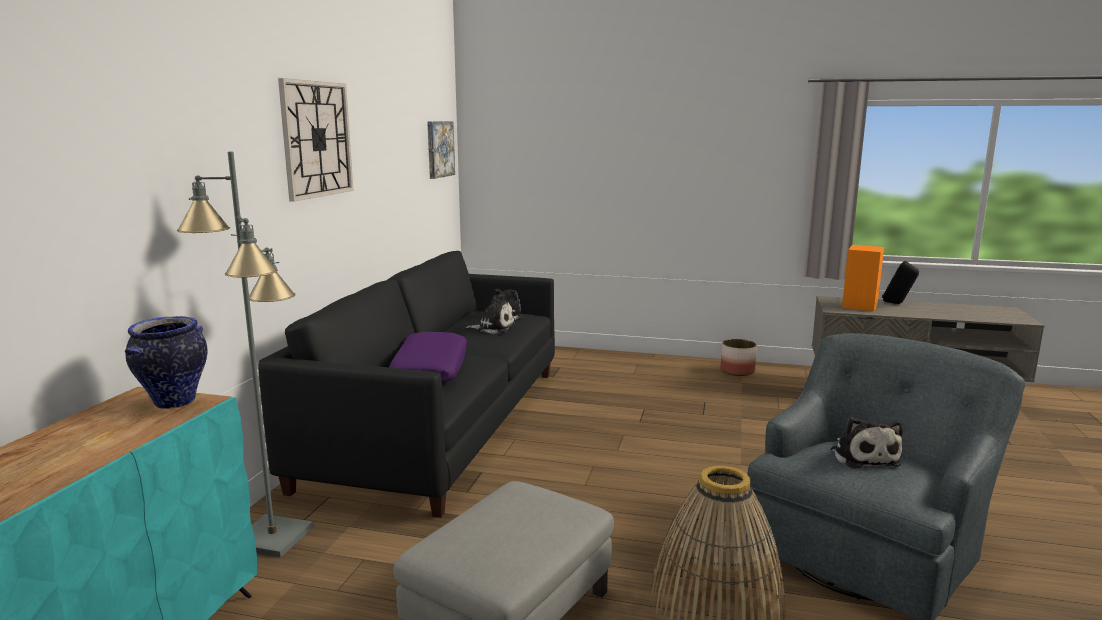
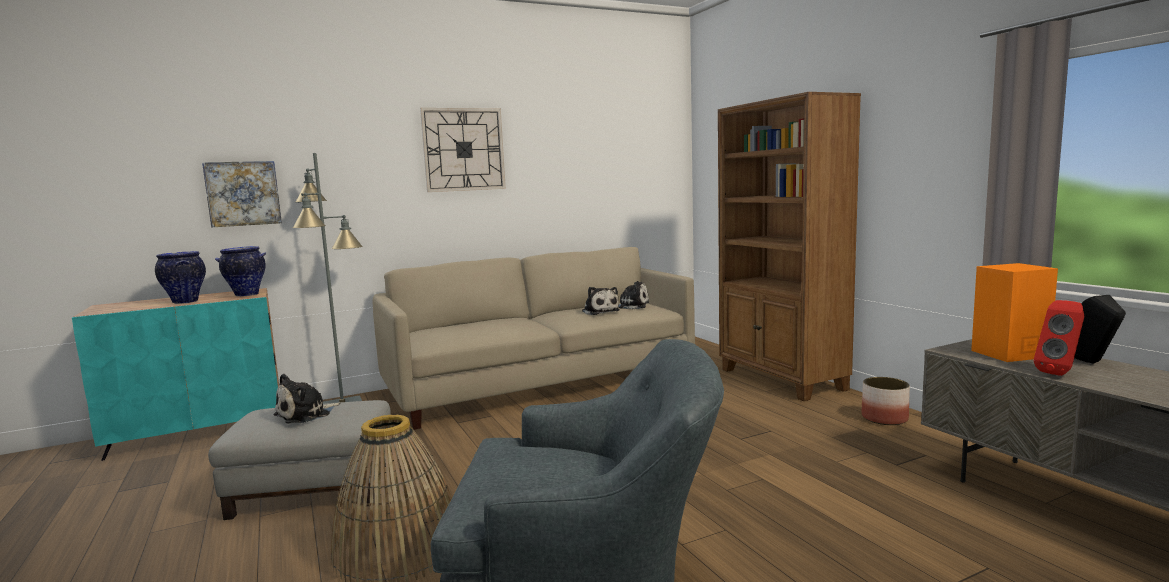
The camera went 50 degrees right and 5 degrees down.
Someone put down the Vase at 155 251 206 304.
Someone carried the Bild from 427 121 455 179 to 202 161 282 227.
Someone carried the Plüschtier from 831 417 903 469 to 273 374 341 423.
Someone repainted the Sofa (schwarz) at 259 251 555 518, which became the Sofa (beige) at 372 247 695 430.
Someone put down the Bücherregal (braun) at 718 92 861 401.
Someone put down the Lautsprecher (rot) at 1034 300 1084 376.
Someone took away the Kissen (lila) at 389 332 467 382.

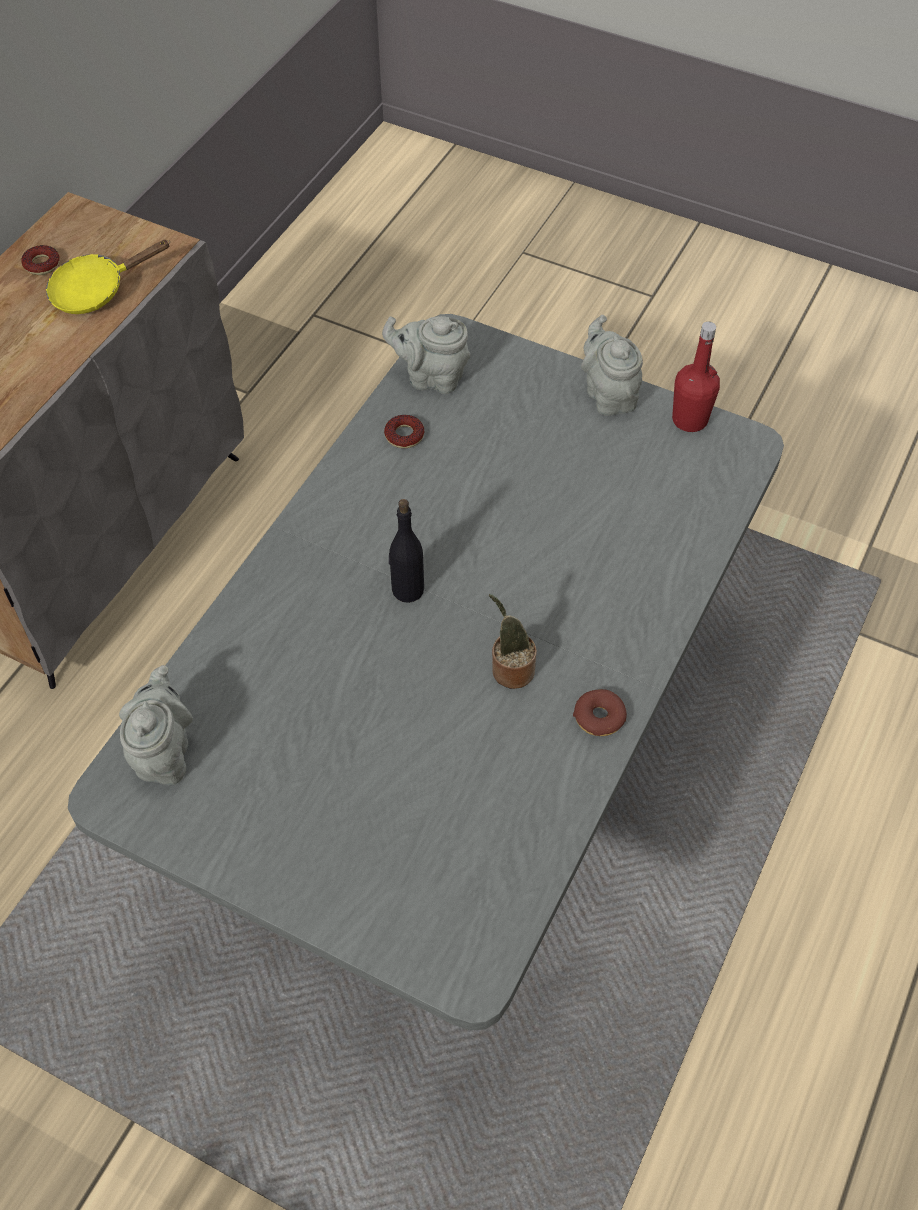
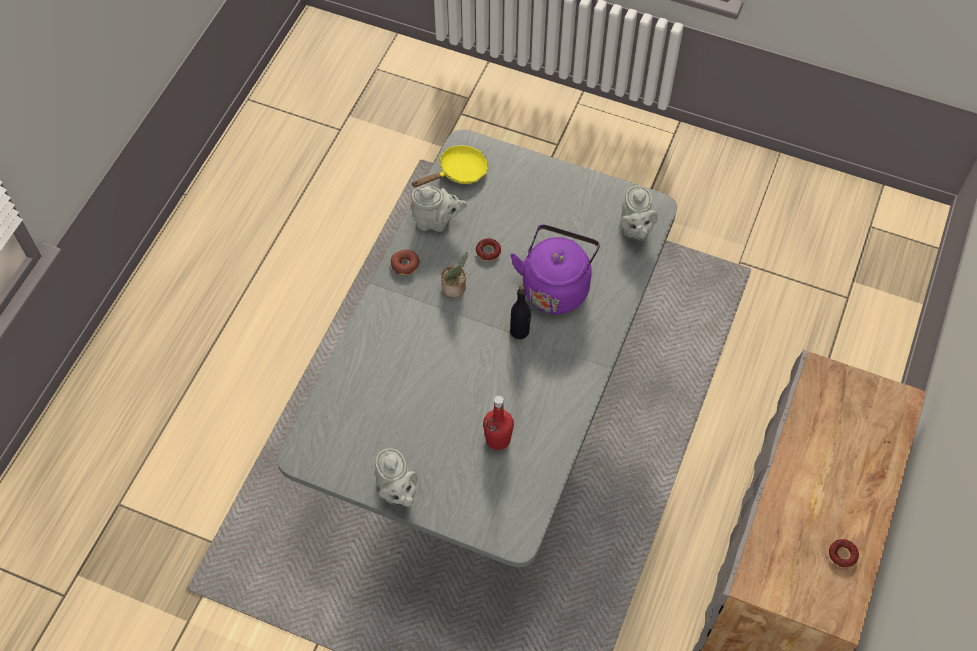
The camera went 175 degrees right and 5 degrees up.
Someone carried the Pfanne (gelb) from 46 240 170 314 to 411 145 488 187.
Someone carried the Teekanne (grau) from 382 316 471 394 to 411 185 467 232.
Someone carried the Donut from 384 415 424 448 to 476 238 501 261.
Someone carried the Flasche (rot) from 672 322 720 432 to 483 396 514 450.
Someone put down the Wasserkessel (lila) at 510 225 600 314.

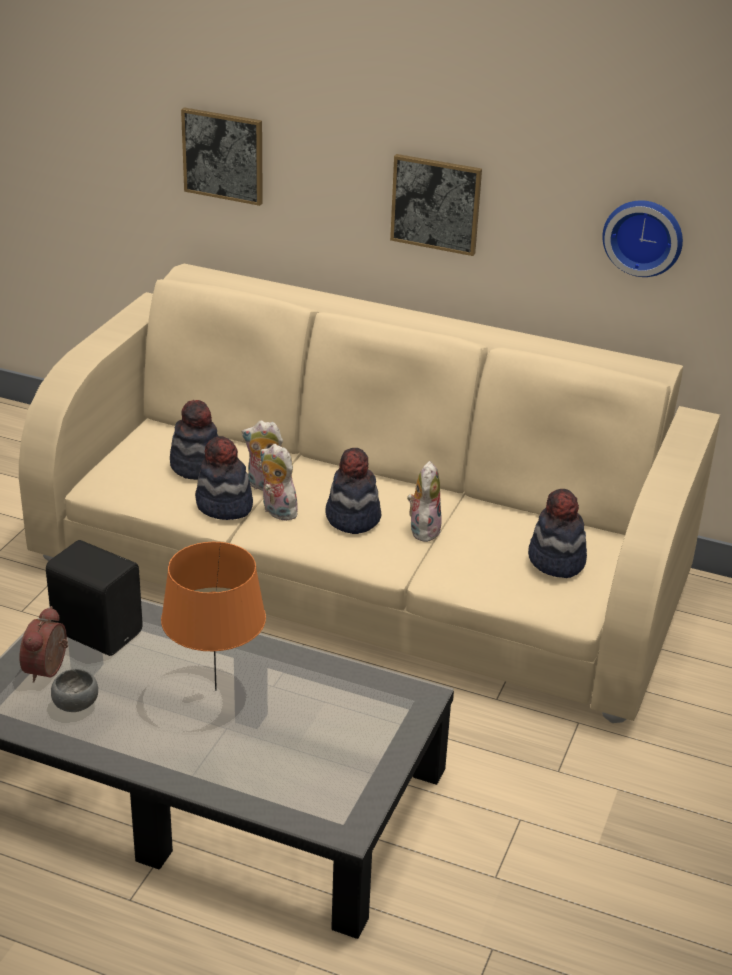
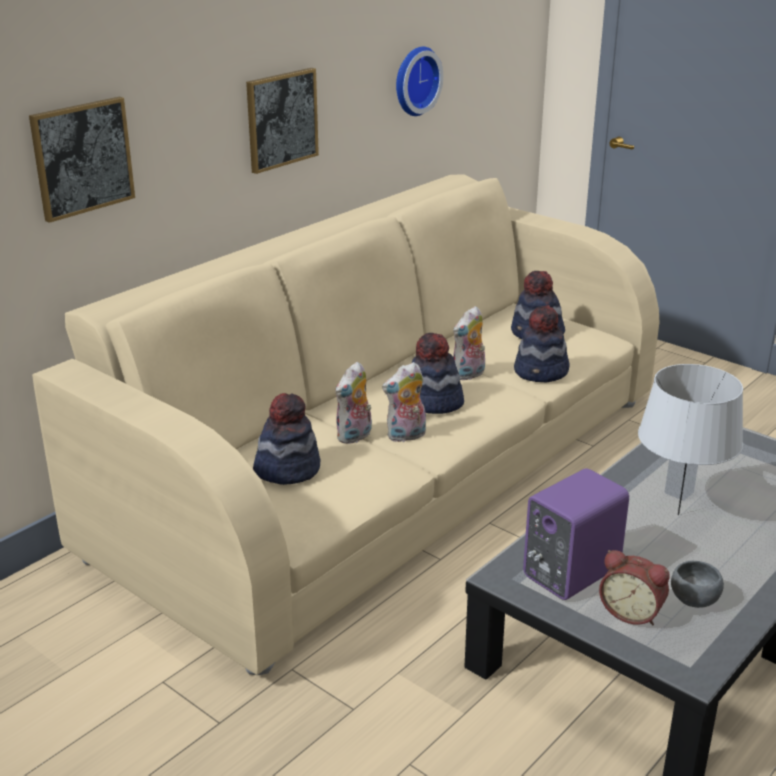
The camera went 70 degrees left and 5 degrees down.
Someone rotated the Plüschtier at 407 461 442 542 by 75 degrees counterclockwise.
Someone carried the Hut from 195 436 253 520 to 514 305 570 382.
Someone repainted the Lautsprecher (schwarz) at 46 540 143 656, which became the Lautsprecher (lila) at 523 468 629 600.
Someone repainted the Tischlampe (orange) at 161 542 266 691, which became the Tischlampe (grau) at 638 364 743 515.

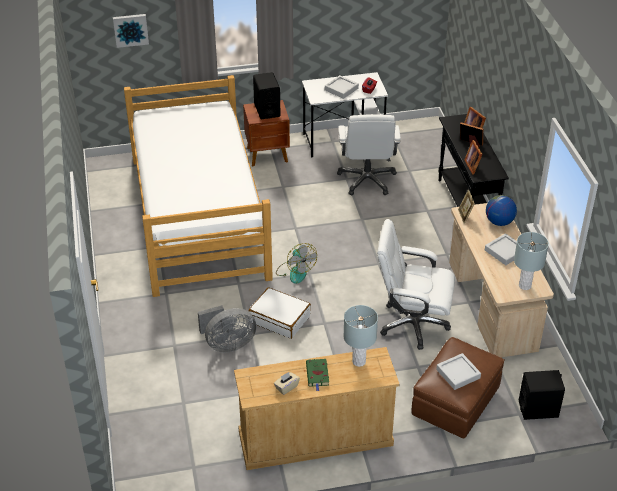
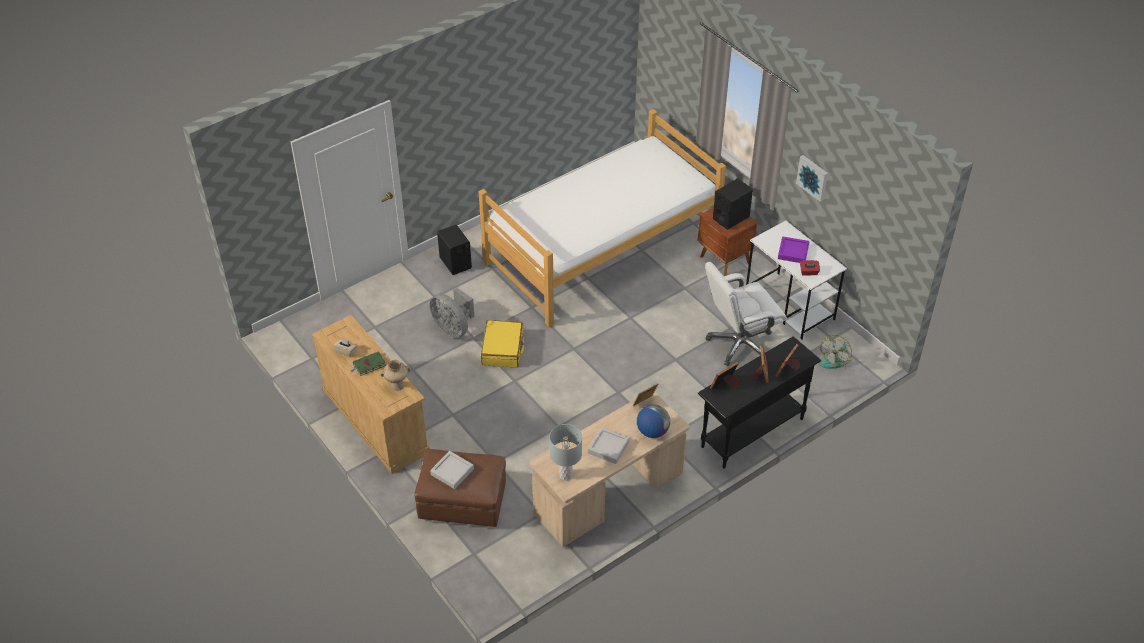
The camera went 65 degrees right and 5 degrees up.
Someone swapped the Tischlampe (grau) at 343 305 378 367 for the Vase (beige) at 381 360 410 391.
Someone carried the Lautsprecher (schwarz) from 519 370 565 420 to 437 225 472 275.
Someone repainted the Koffer (weiß) at 249 287 311 339, which became the Koffer (gelb) at 481 320 524 368.
Someone repainted the Tablett (grau) at 325 75 359 99, which became the Tablett (lila) at 778 237 809 263.
Someone carried the Bild from 113 14 149 48 to 796 155 828 202.
Someone carried the Ventilator from 276 243 317 284 to 819 335 852 369.
Someone took away the Bürostuhl (weiß) at 377 219 455 350.

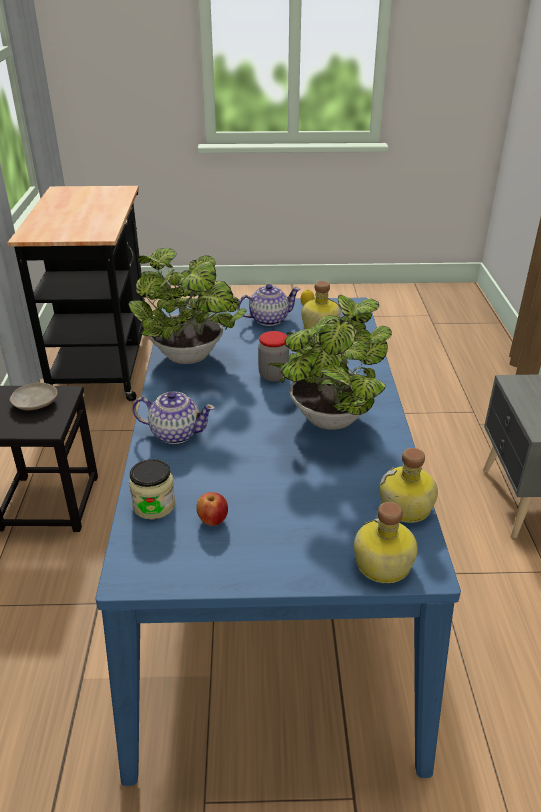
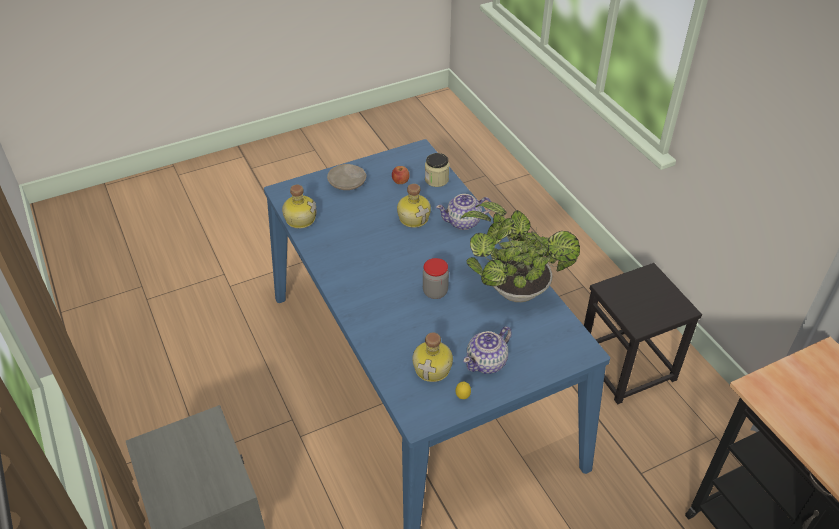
The camera went 155 degrees right and 10 degrees up.
Someone carried the Teller (beige) from 10 383 58 411 to 327 164 366 190.
Someone carried the Flasche from 354 502 418 583 to 397 184 431 228.
Someone took away the Topfpflanze at 268 295 392 430.

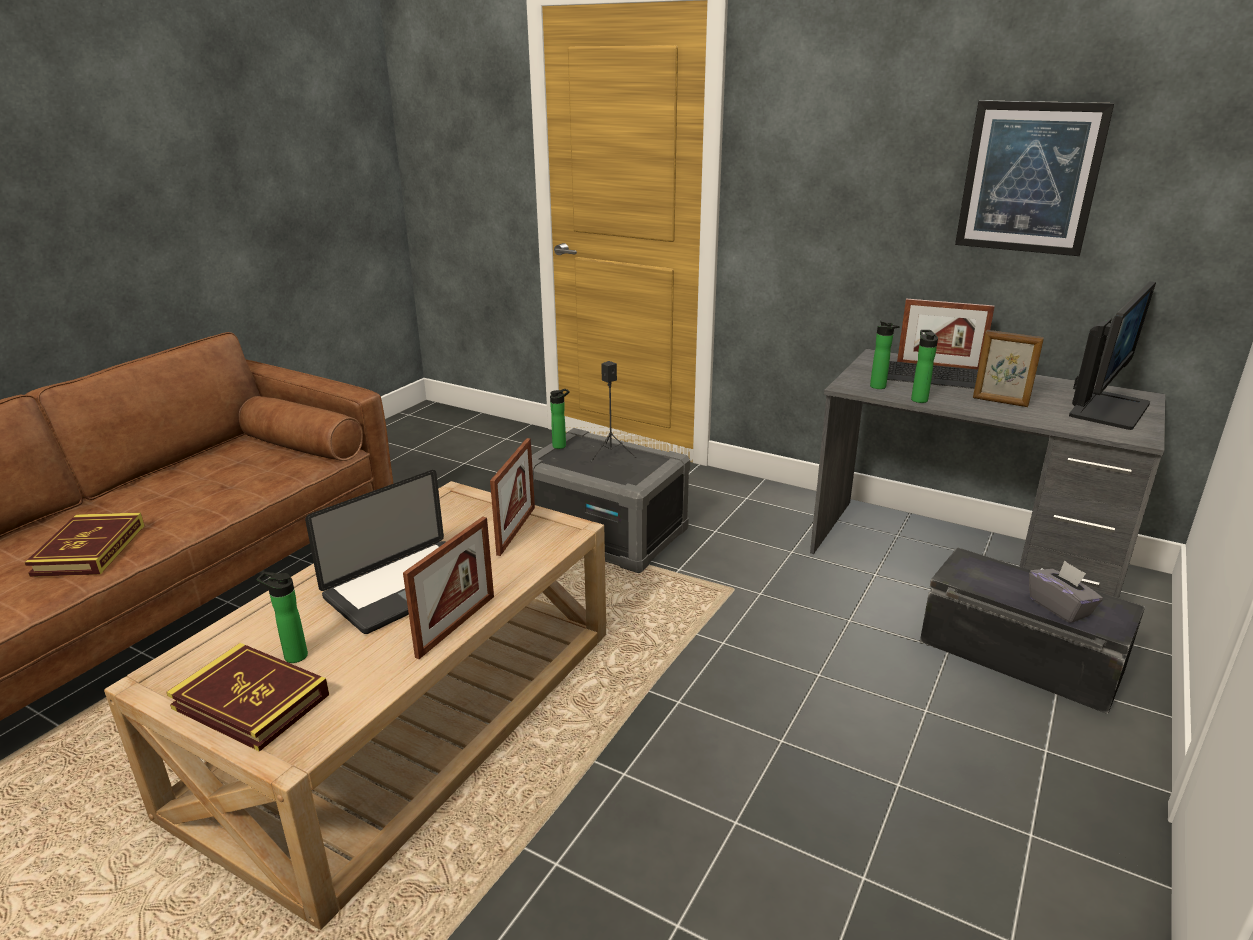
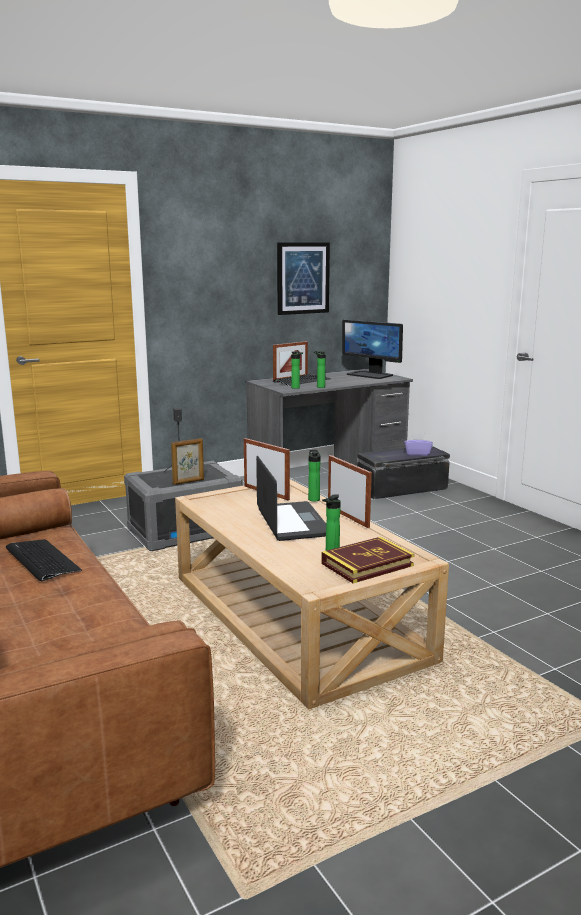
The camera went 60 degrees left and 10 degrees down.
Someone put down the Tastatur at 6 539 82 581.
Someone carried the Bilderrahmen from 973 330 1044 407 to 171 438 204 485.
Someone carried the Flasche from 550 389 570 449 to 308 450 320 502.
Someone rotated the Monitor at 1069 281 1156 430 by 150 degrees clockwise.
Someone repainted the Taschentuchbox (grau) at 1029 561 1103 623, which became the Taschentuchbox (lila) at 404 433 433 456.
Someone took away the Buch at 24 512 145 577.

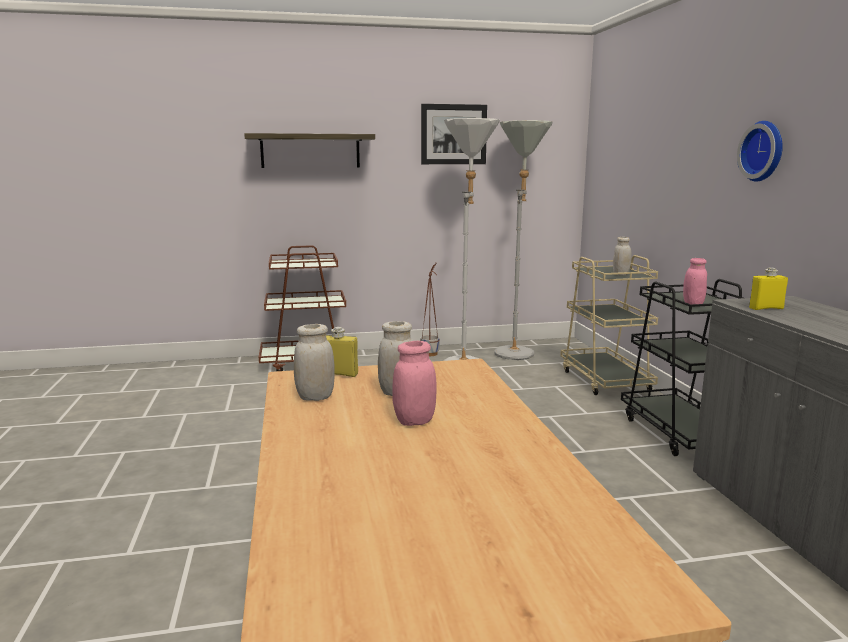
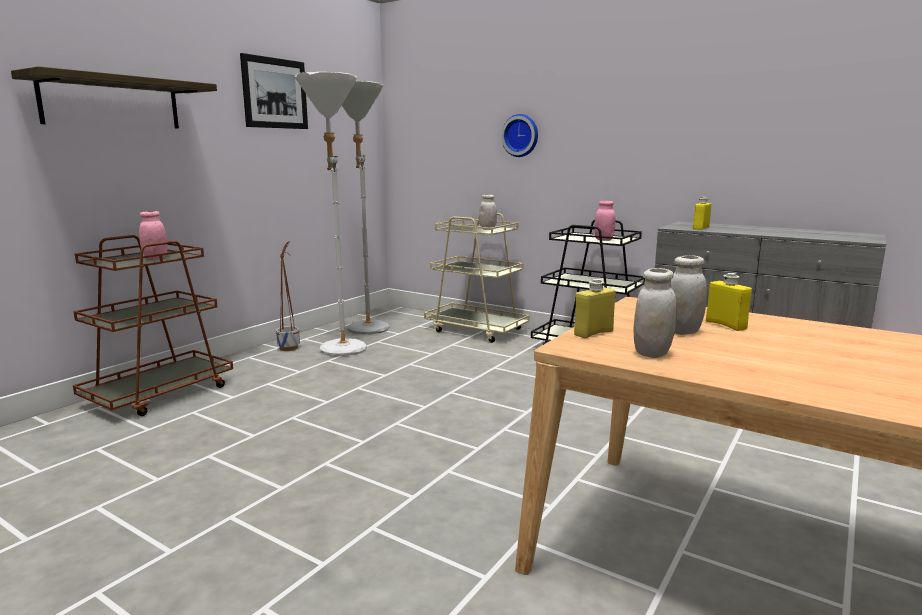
The camera went 45 degrees left and 0 degrees up.
Someone carried the Vorratsglas (rosa) from 392 341 437 426 to 139 211 167 259.
Someone carried the Wanduhr from 737 121 783 182 to 501 114 538 157.
Someone put down the Flasche (gelb) at 706 273 752 331.

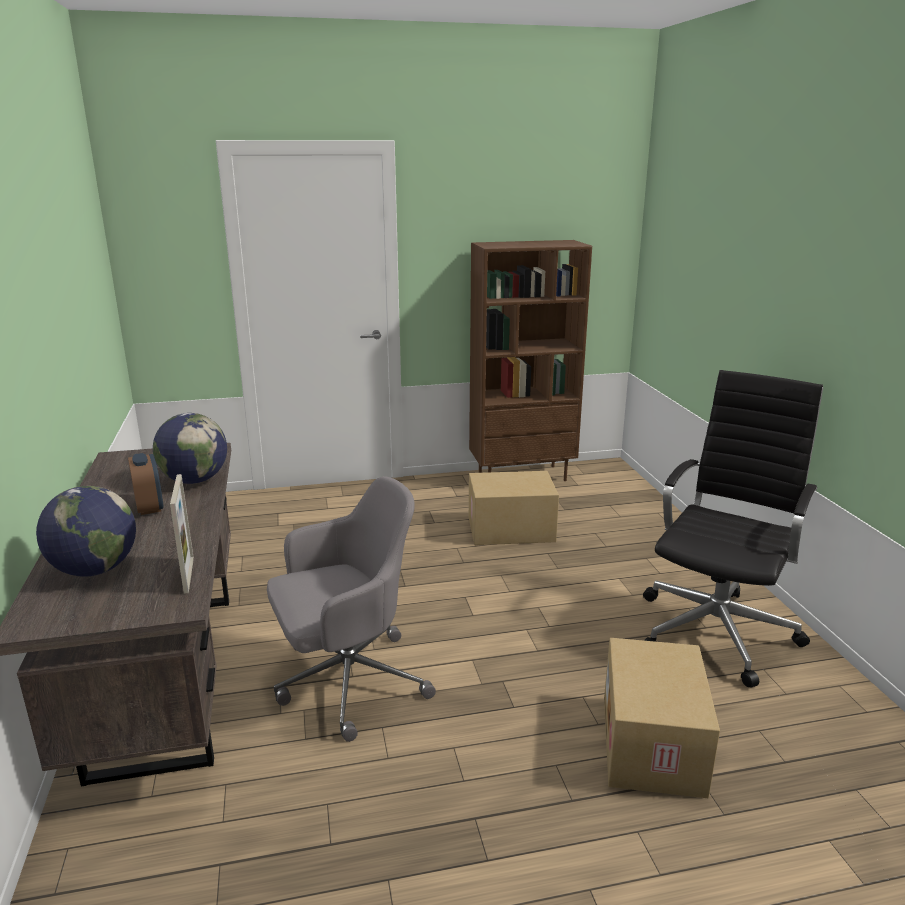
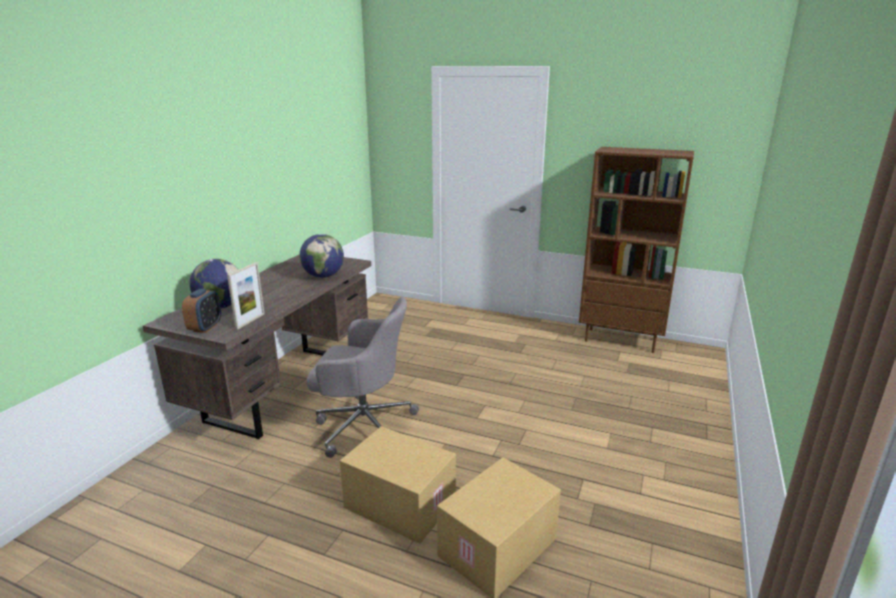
The camera went 35 degrees right and 0 degrees up.
Someone carried the Wecker from 128 453 164 515 to 182 289 221 333.
Someone carried the Karton from 469 471 559 545 to 340 426 456 544.
Someone took away the Bürostuhl (schwarz) at 643 370 823 688.

